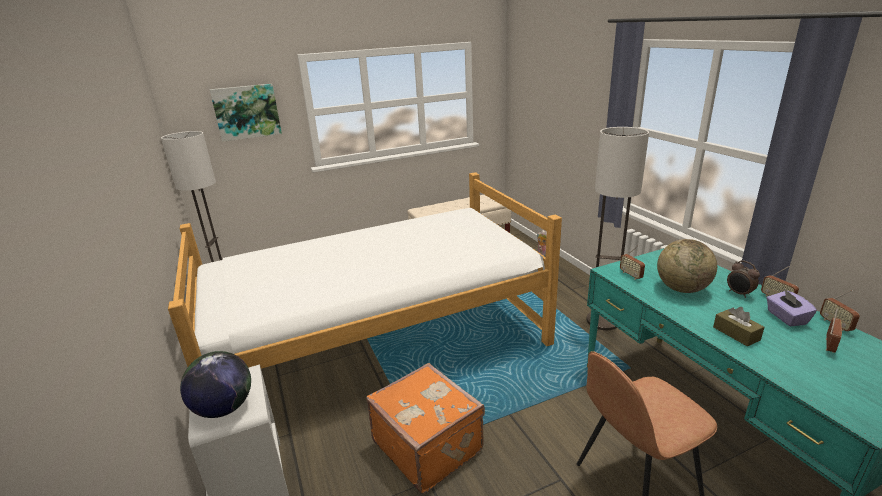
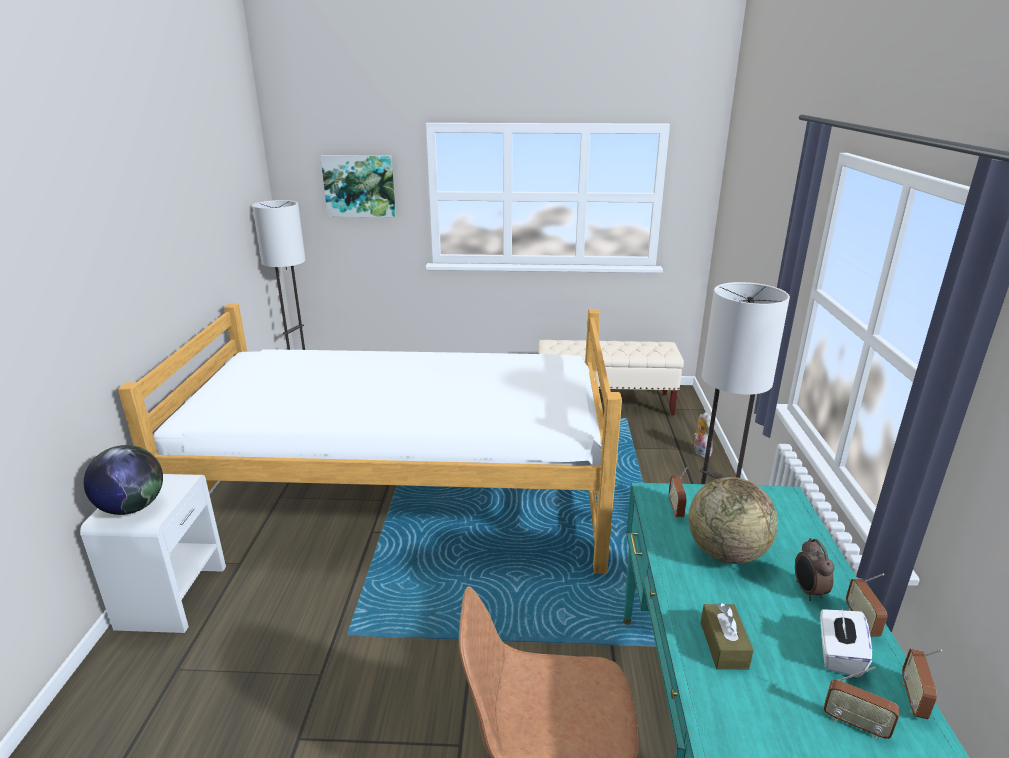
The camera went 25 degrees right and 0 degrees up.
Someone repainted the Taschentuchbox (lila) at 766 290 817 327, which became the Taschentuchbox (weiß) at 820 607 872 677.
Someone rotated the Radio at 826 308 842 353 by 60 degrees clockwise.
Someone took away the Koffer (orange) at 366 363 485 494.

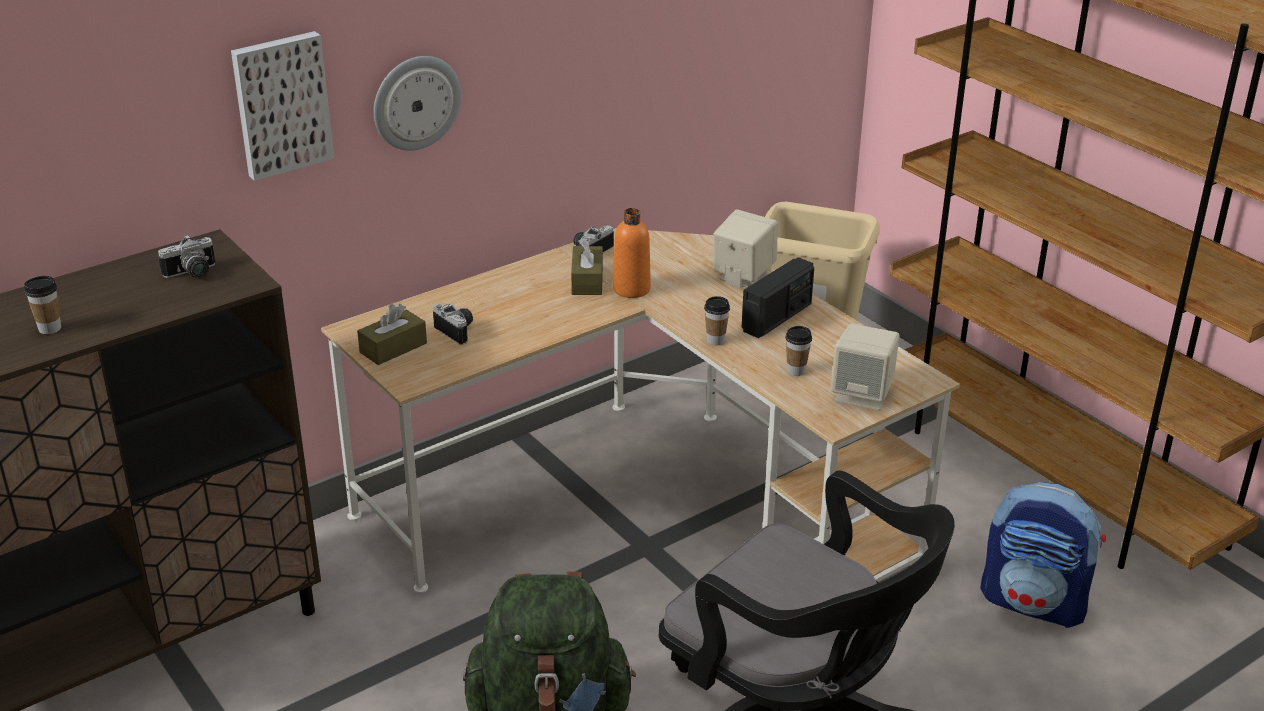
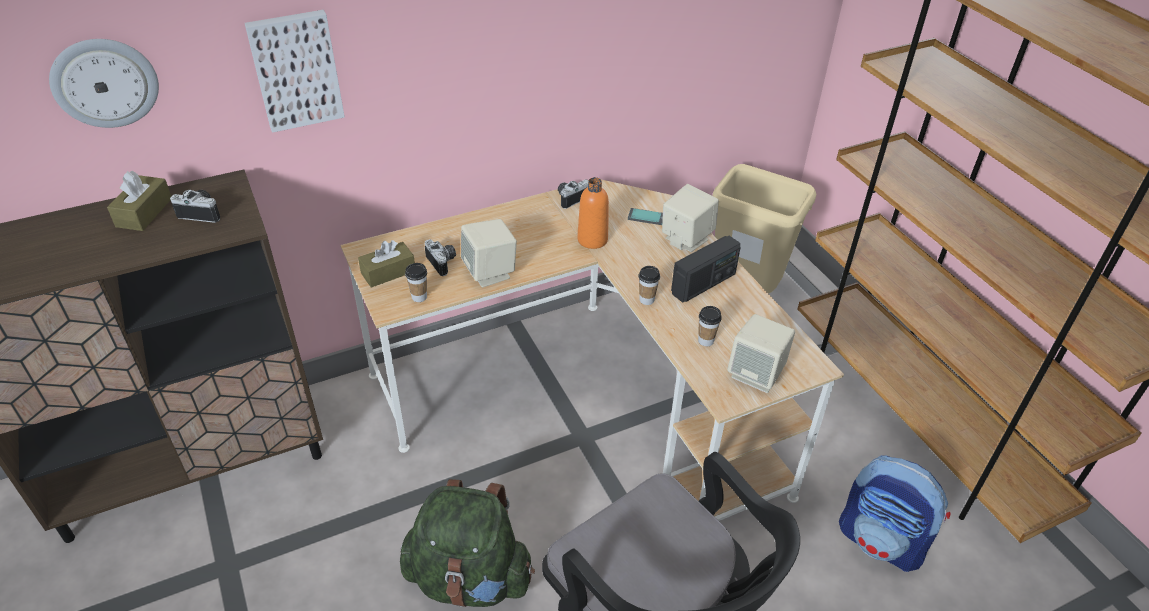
The camera went 10 degrees right and 10 degrees up.
Someone carried the Wanduhr from 374 56 461 151 to 49 39 159 128.
Someone carried the Taschentuchbox (braun) from 571 238 603 295 to 107 171 171 231.
Someone rotated the Kamera at 158 234 215 278 by 150 degrees counterclockwise.
Someone carried the Tasse from 24 276 61 334 to 405 263 427 302.
Someone put down the Lautsprecher (beige) at 461 219 517 287.
Someone put down the Handy at 628 208 663 225.

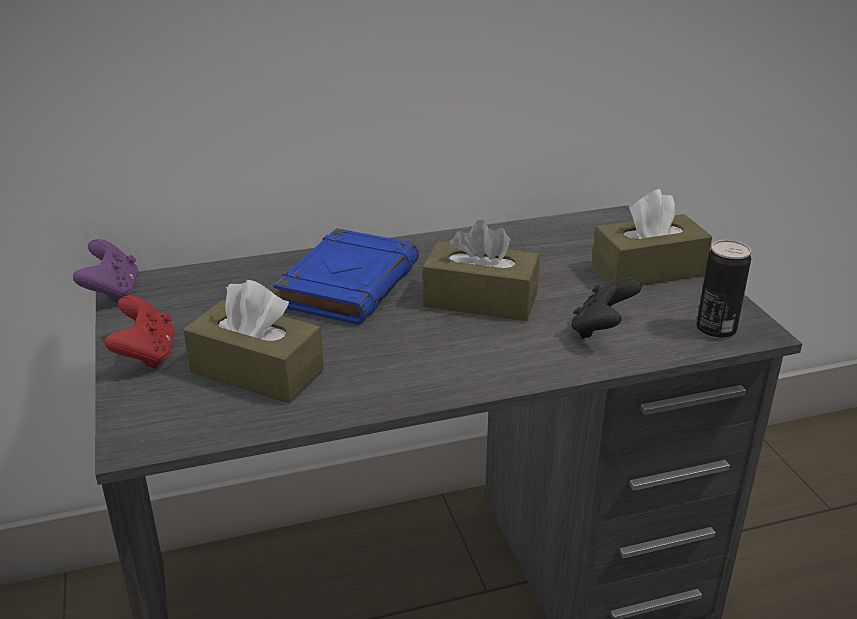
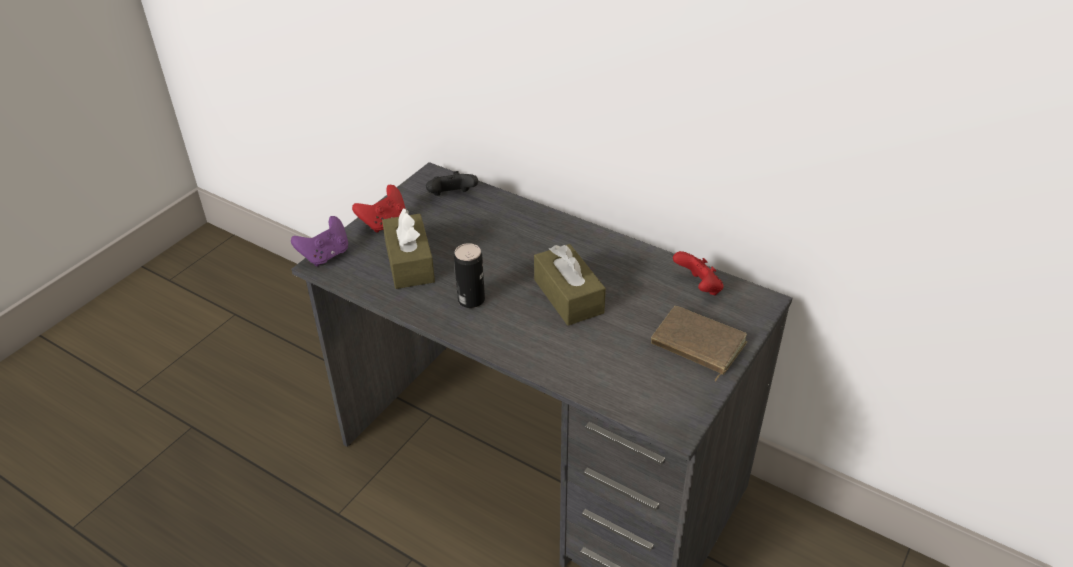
The camera went 50 degrees right and 10 degrees up.
Someone carried the Gamepad (lila) from 73 239 139 303 to 291 216 348 266.
Someone carried the Gamepad (schwarz) from 571 277 642 339 to 426 171 478 196.
Someone carried the Dose from 696 240 751 338 to 454 243 485 308.
Someone swapped the Taschentuchbox (braun) at 592 189 712 285 for the Buch (braun) at 651 306 747 381.
Someone put down the Gamepad (rot) at 673 251 724 295.
Someone took away the Buch (blau) at 273 228 419 325.

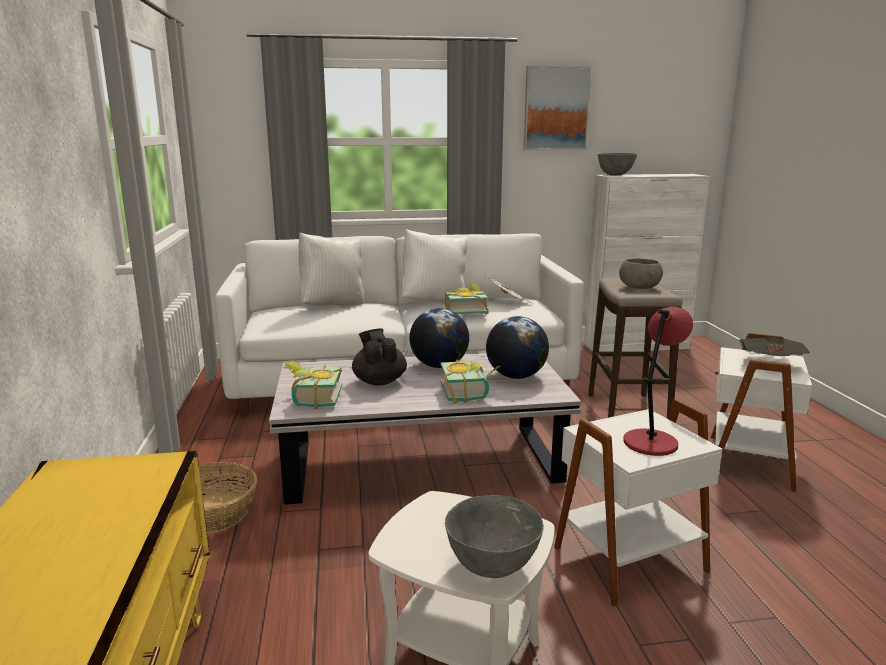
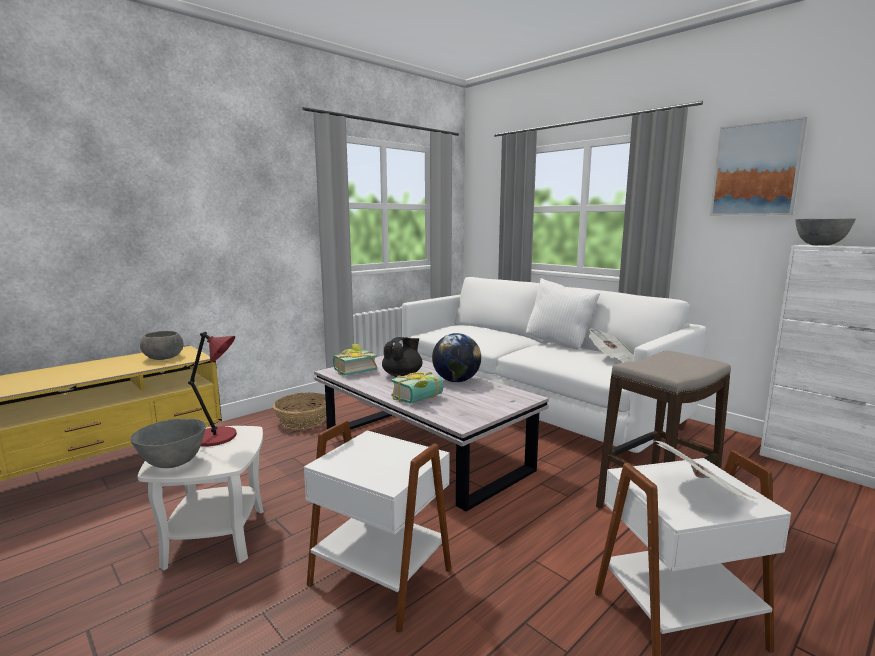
The camera went 55 degrees right and 5 degrees down.
Someone carried the Schüssel (grau) from 619 258 663 289 to 140 331 183 360.
Someone carried the Tischlampe (rot) from 623 307 693 456 to 188 332 237 446.
Someone took away the Kissen (weiß) at 299 233 364 306.
Someone took away the Buch at 445 283 489 314.
Someone took away the Globus at 486 316 549 379.

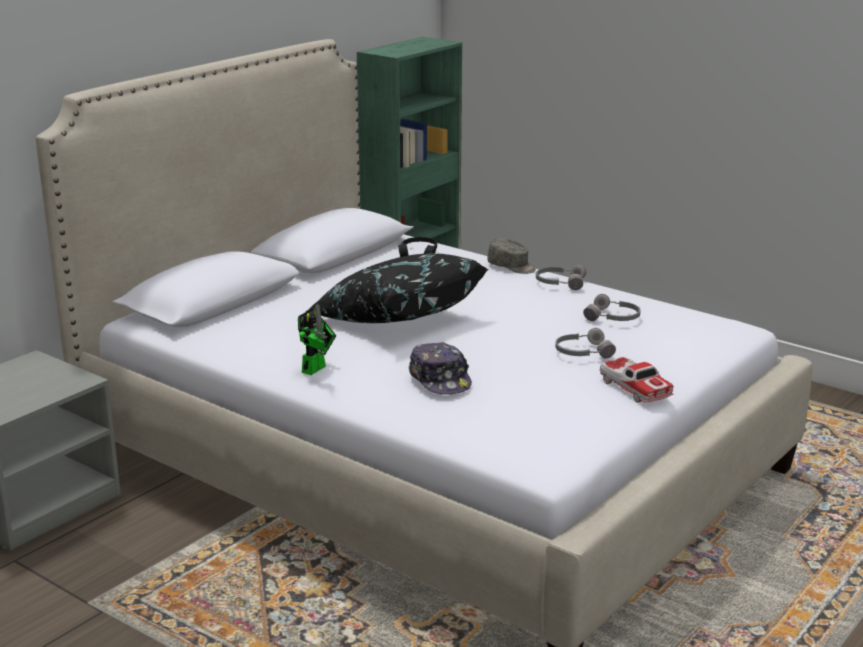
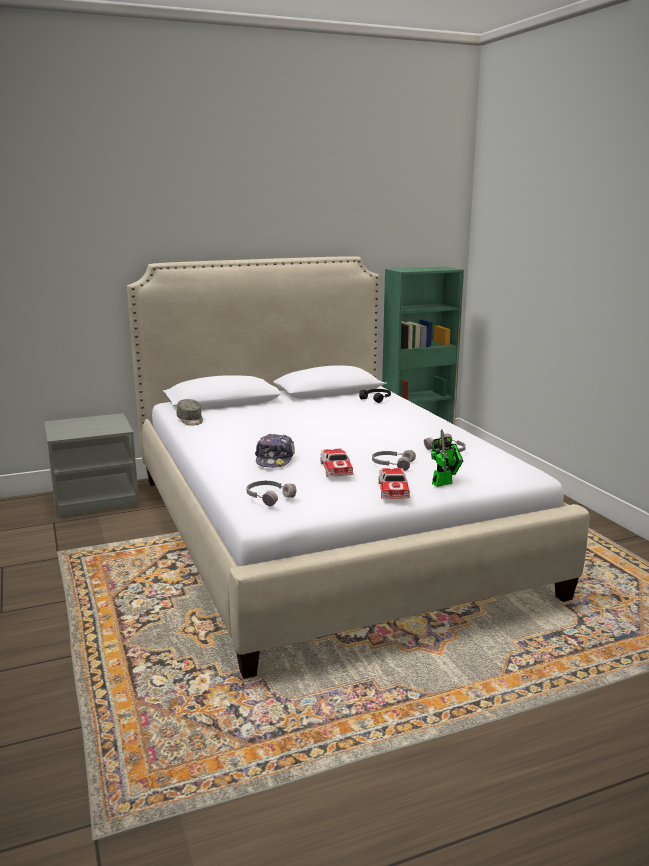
The camera went 30 degrees right and 5 degrees down.
Someone carried the Kappe (grau) from 487 239 536 274 to 177 399 203 425.
Someone carried the Kopfhörer (grau) from 536 265 586 290 to 247 481 296 506.
Someone put down the Spielzeugauto at 320 449 354 477.
Someone carried the Spielzeugroboter from 298 303 336 375 to 431 430 463 487.
Someone took away the Kissen (schwarz) at 306 253 488 323.

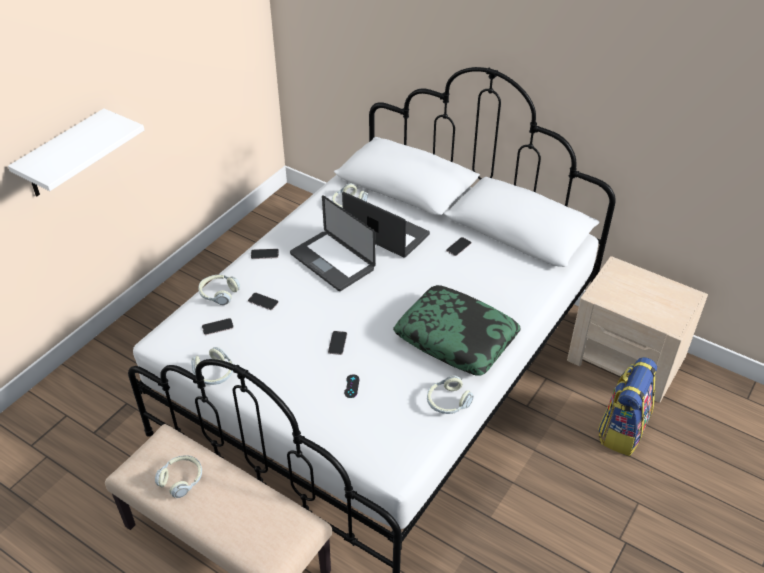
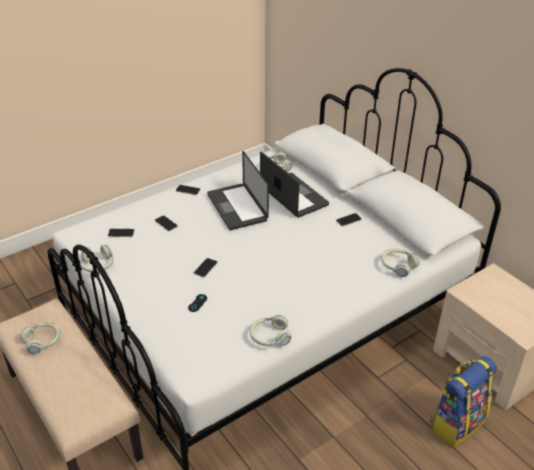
The camera went 20 degrees right and 5 degrees down.
Someone carried the Kopfhörer from 198 275 240 305 to 381 249 420 277.
Someone took away the Wandregal (weiß) at 8 108 144 196.
Someone took away the Kissen at 393 285 521 376.

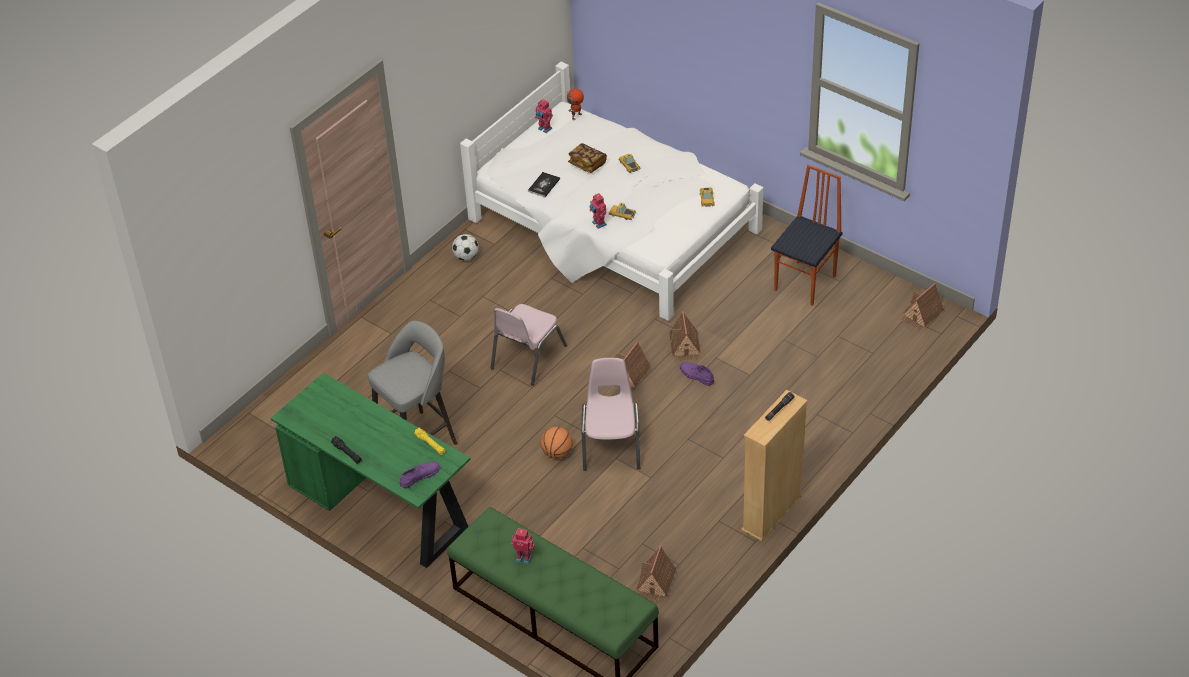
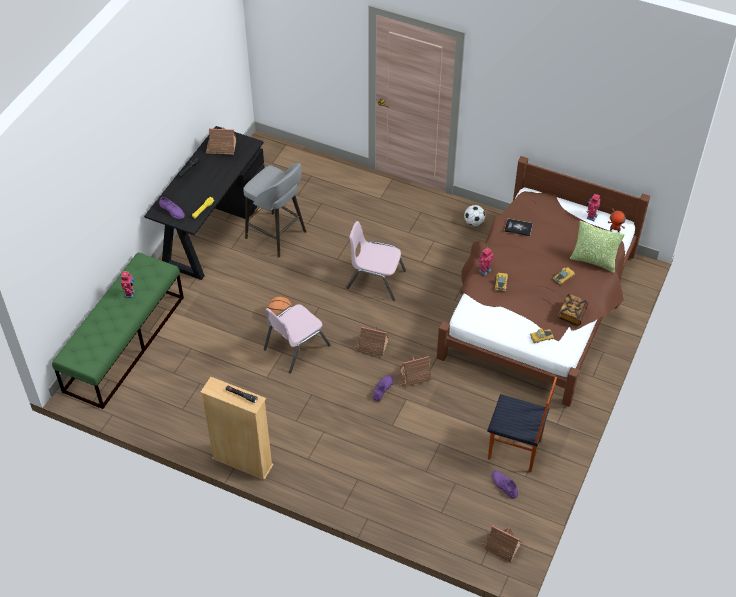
The camera went 75 degrees right and 5 degrees up.
Someone repainted the Schreibtisch (grün) at 271 373 471 568, which became the Schreibtisch (schwarz) at 144 126 265 280.
Someone carried the Spielzeughaus from 637 545 676 602 to 206 128 237 155.
Someone rotated the Stuhl (rosa) at 581 358 640 471 by 150 degrees clockwise.
Someone repainted the Bett (weiß) at 460 62 763 321, which became the Bett (braun) at 437 156 650 407.
Someone put down the Schuh (lila) at 492 470 518 499.
Someone carried the Buch from 568 143 607 173 to 558 294 588 326.
Someone put down the Kissen at 570 221 625 273.

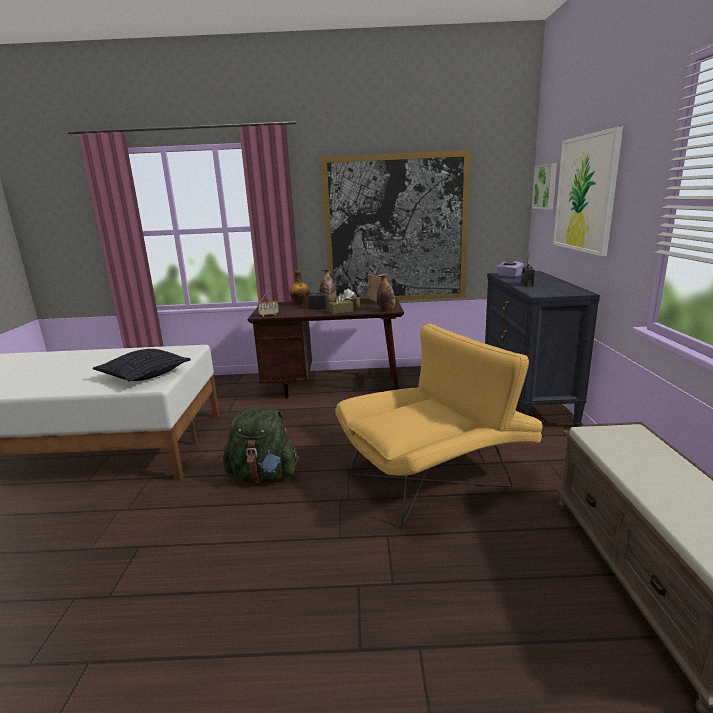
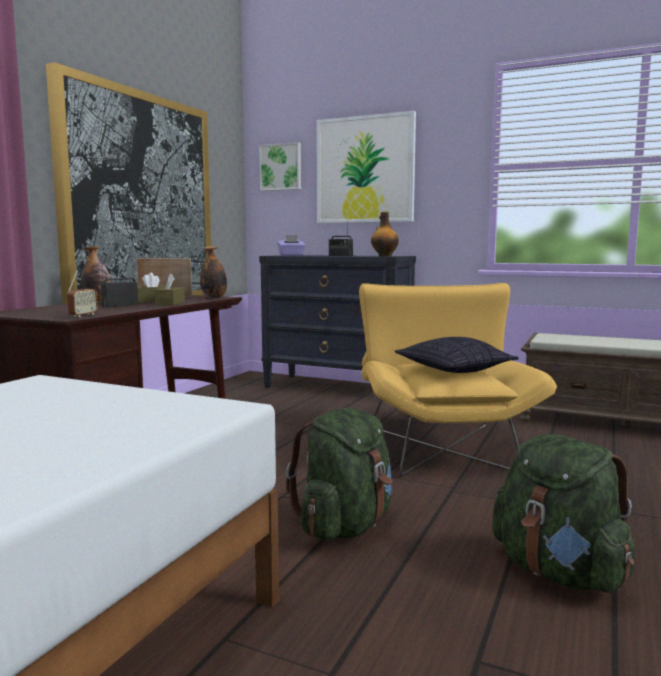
The camera went 65 degrees left and 10 degrees down.
Someone carried the Flasche from 289 270 310 305 to 371 212 399 256.
Someone carried the Kissen from 93 349 191 382 to 395 337 519 373.
Someone put down the Rucksack (grün) at 492 434 635 593.

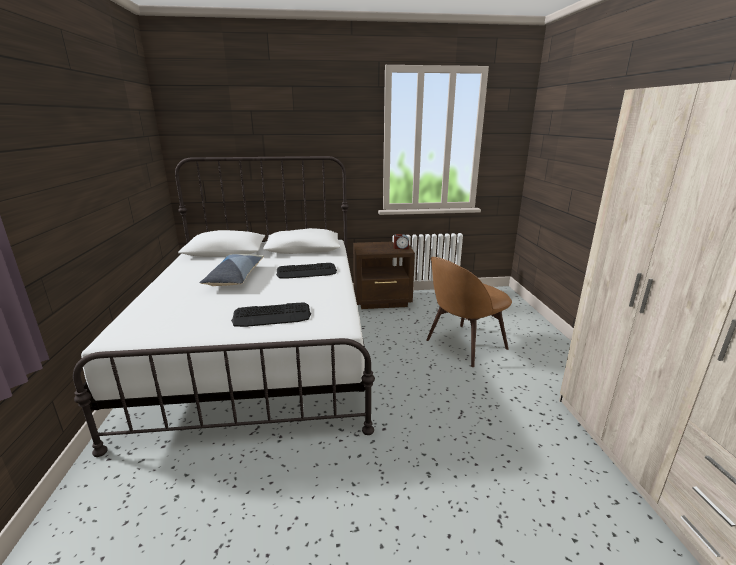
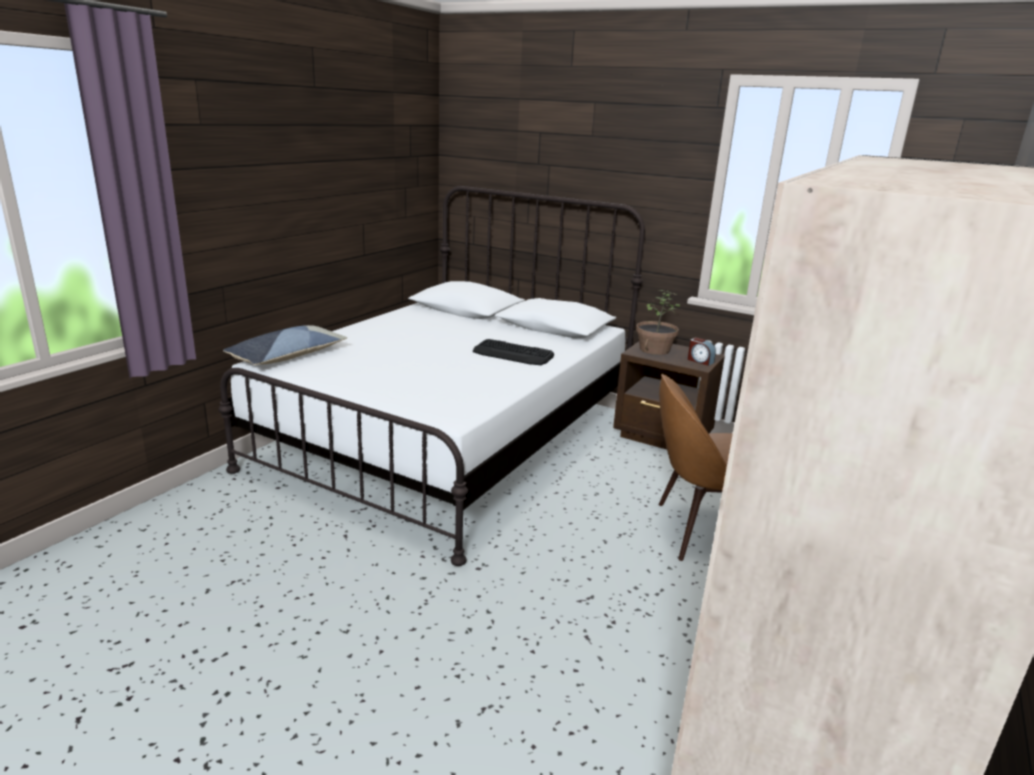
The camera went 35 degrees right and 0 degrees up.
Someone carried the Kissen from 199 254 264 286 to 223 325 347 365.
Someone put down the Topfpflanze at 636 290 680 355.
Someone took away the Tastatur at 231 302 311 327.

